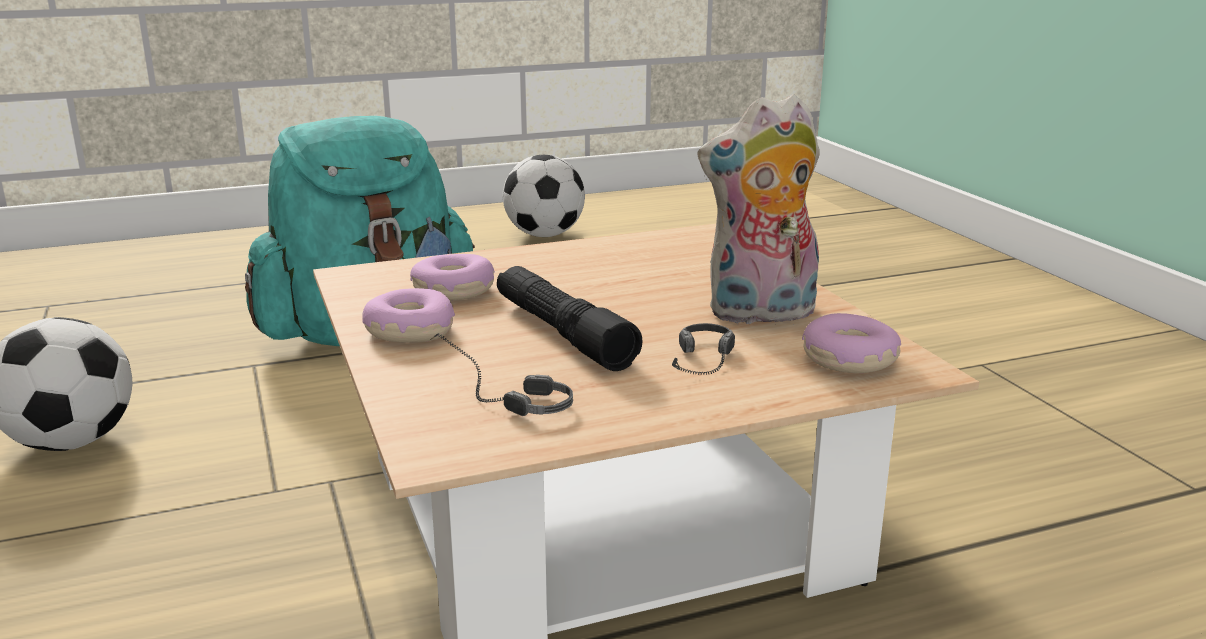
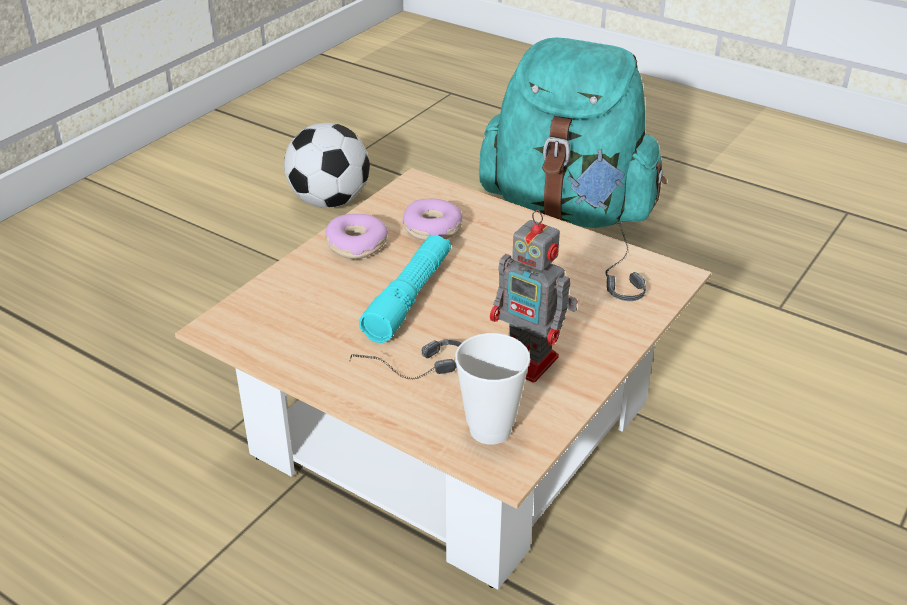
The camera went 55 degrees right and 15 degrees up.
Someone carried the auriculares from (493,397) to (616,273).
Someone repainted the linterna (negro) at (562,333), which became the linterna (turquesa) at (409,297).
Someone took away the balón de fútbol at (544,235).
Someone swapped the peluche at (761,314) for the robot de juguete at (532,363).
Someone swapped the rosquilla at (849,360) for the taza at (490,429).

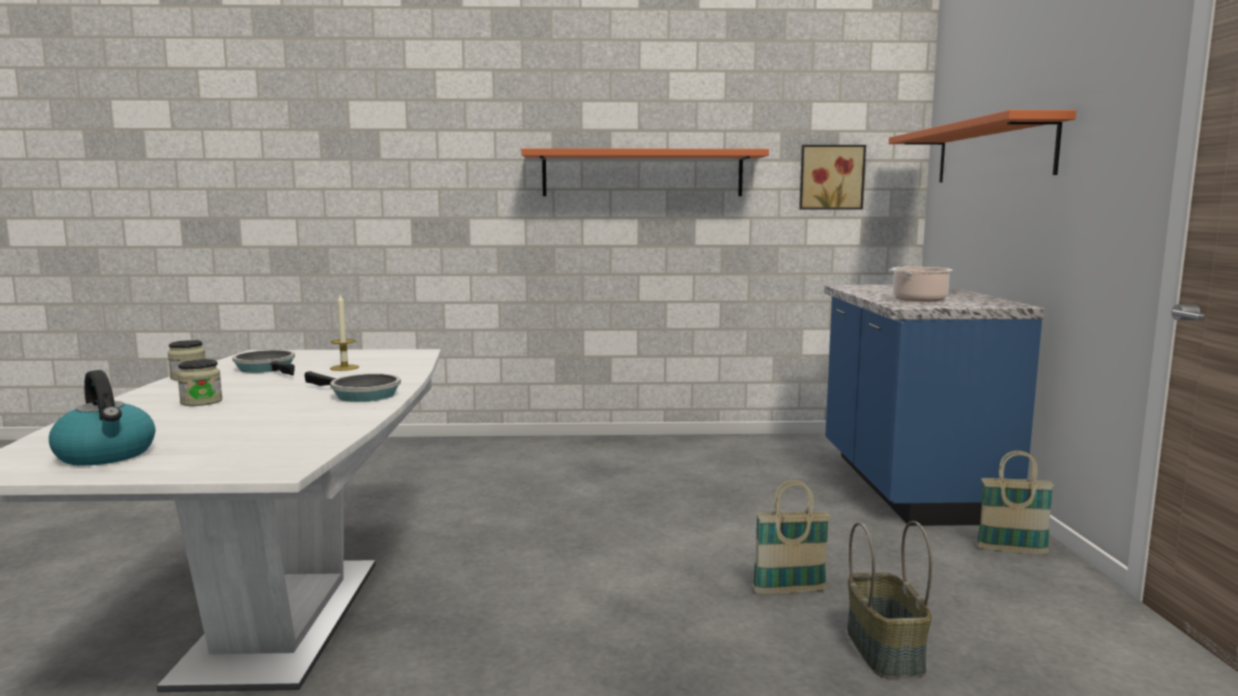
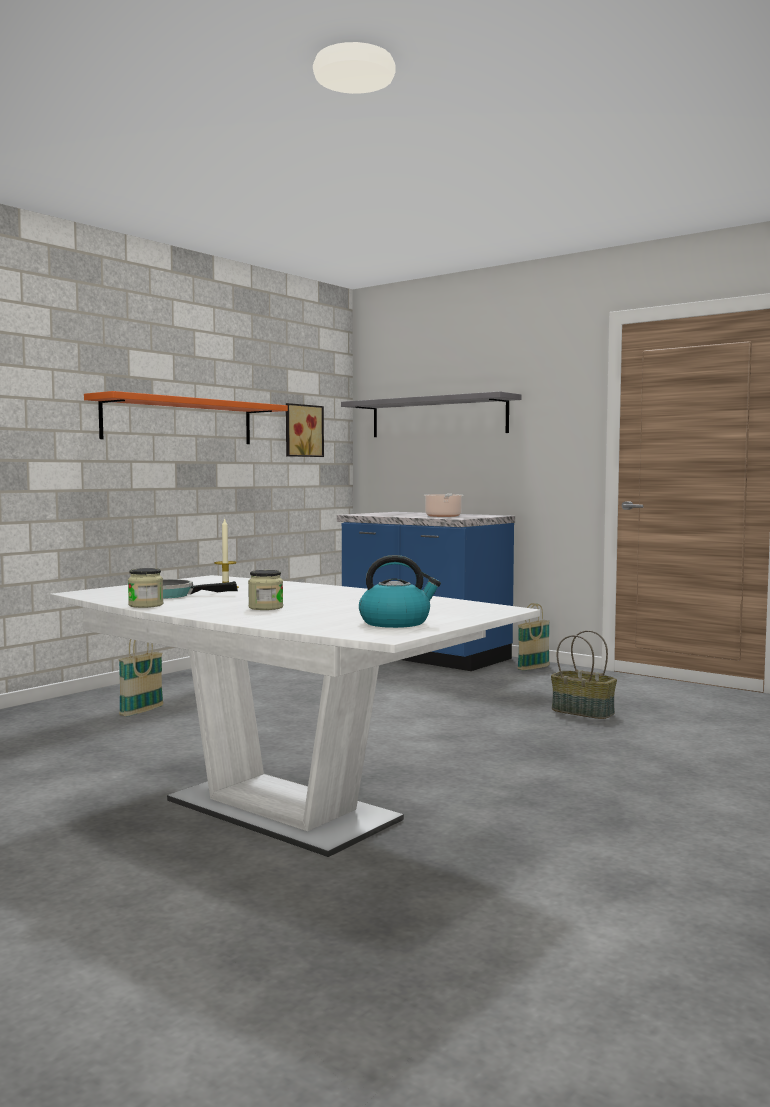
The camera went 50 degrees left and 5 degrees down.
Someone took away the sartén at (360,395).
Someone carried the cesta from (789,590) to (141,711).
Someone repainted the estante (naranja) at (992,152), which became the estante (gris) at (438,417).

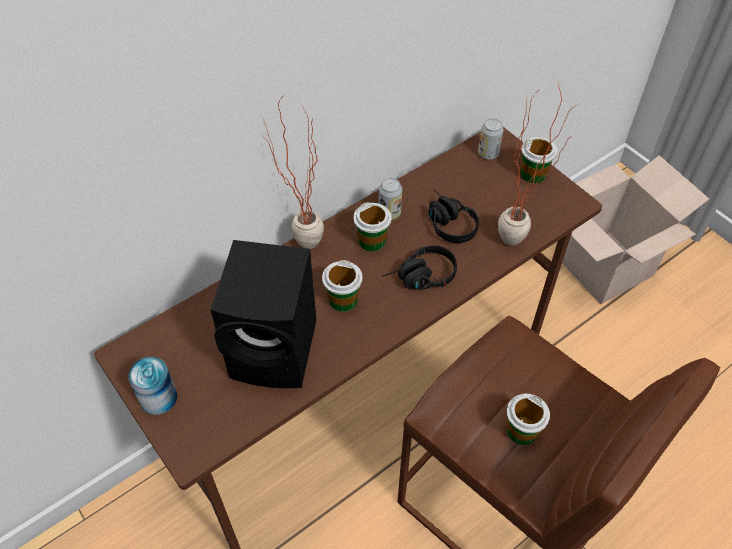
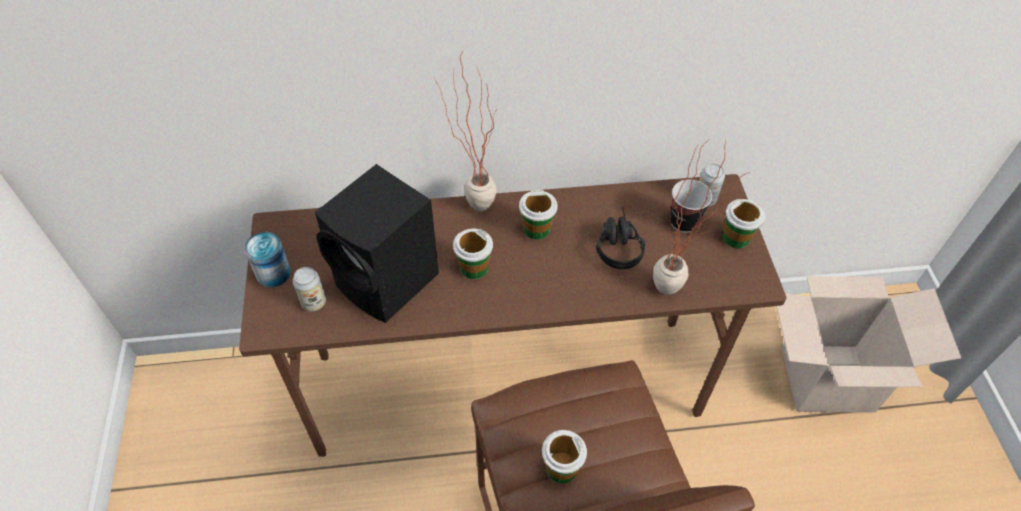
The camera went 30 degrees right and 0 degrees up.
Someone carried the lata from (389,213) to (313,302).
Someone took away the auriculares (negro) at (420,278).
Someone put down the taza at (683,222).

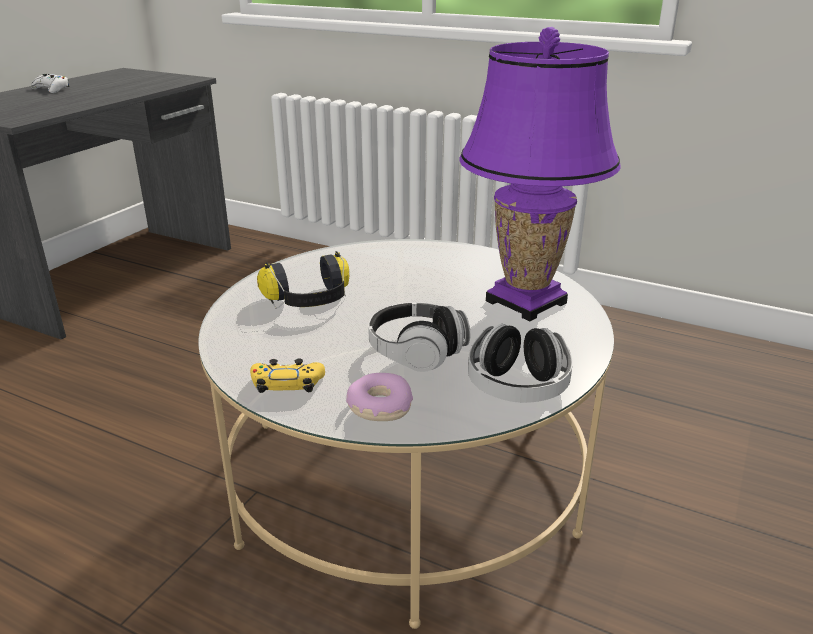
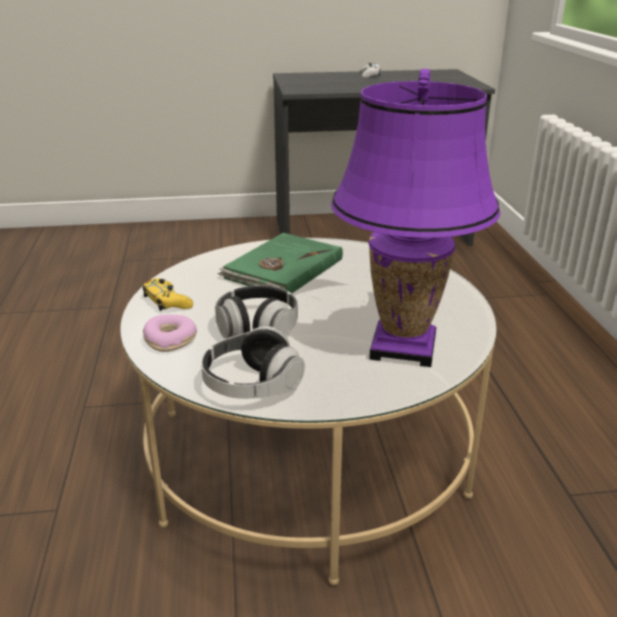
The camera went 55 degrees right and 0 degrees up.
Someone swapped the auriculares at (310,301) for the libro (verde) at (282,269).

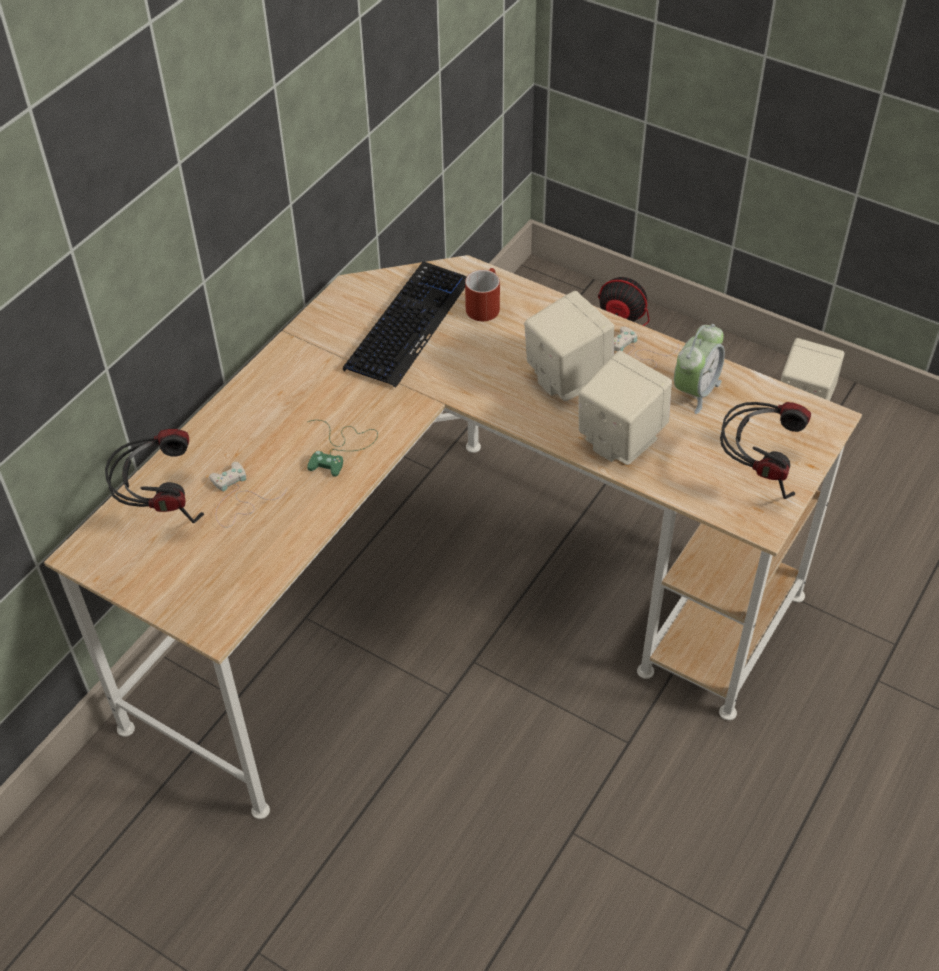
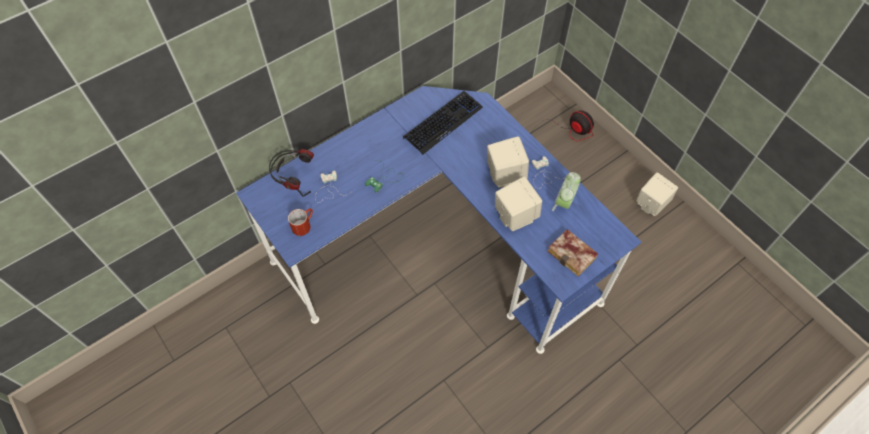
The camera went 20 degrees right and 10 degrees up.
Someone repainted the escritorio (beis) at (455,596), which became the escritorio (azul) at (439,248).
Someone carried the taza grande (rojo) from (483,305) to (303,224).
Someone rotated the despertador at (695,391) by 150 degrees clockwise.
Someone swapped the auriculares at (757,470) for the libro at (574,255).

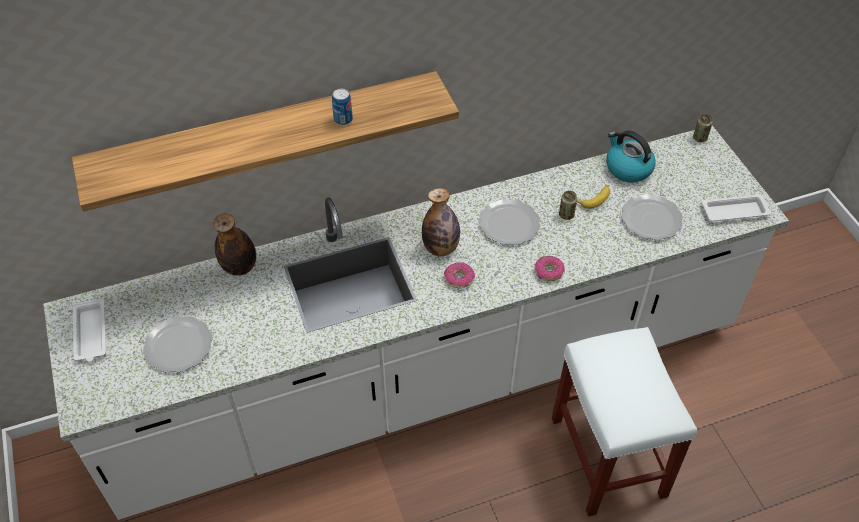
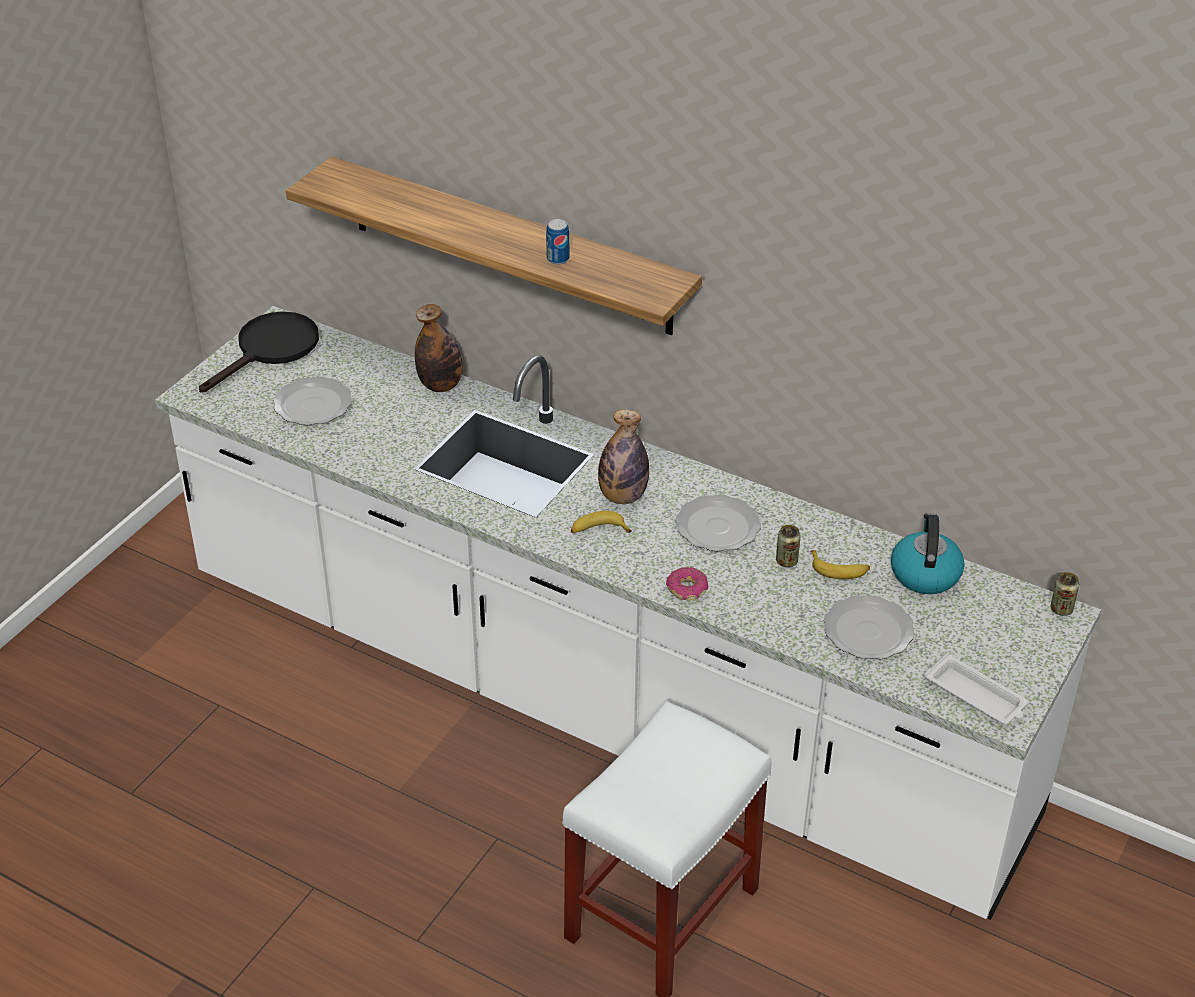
The camera went 50 degrees right and 10 degrees down.
Someone swapped the bandeja (blanco) at (91,334) for the sartén (negro) at (271,349).
Someone swapped the rosquilla at (459,278) for the plátano at (598,530).

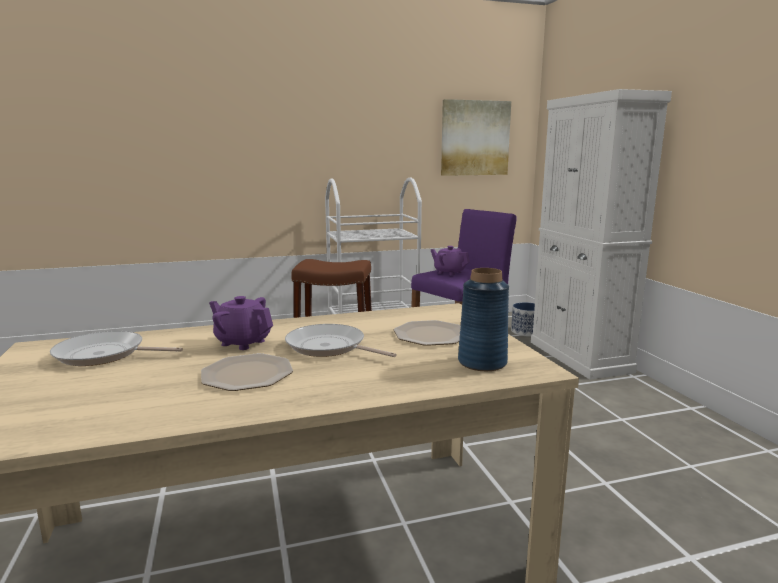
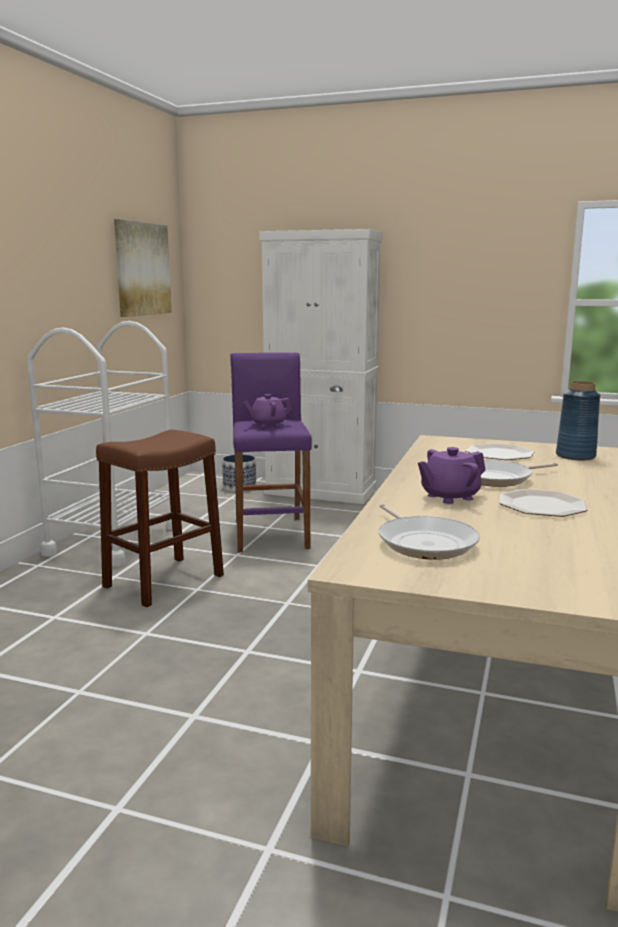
The camera went 55 degrees left and 0 degrees up.
Someone rotated the sartén at (104,354) by 60 degrees counterclockwise.

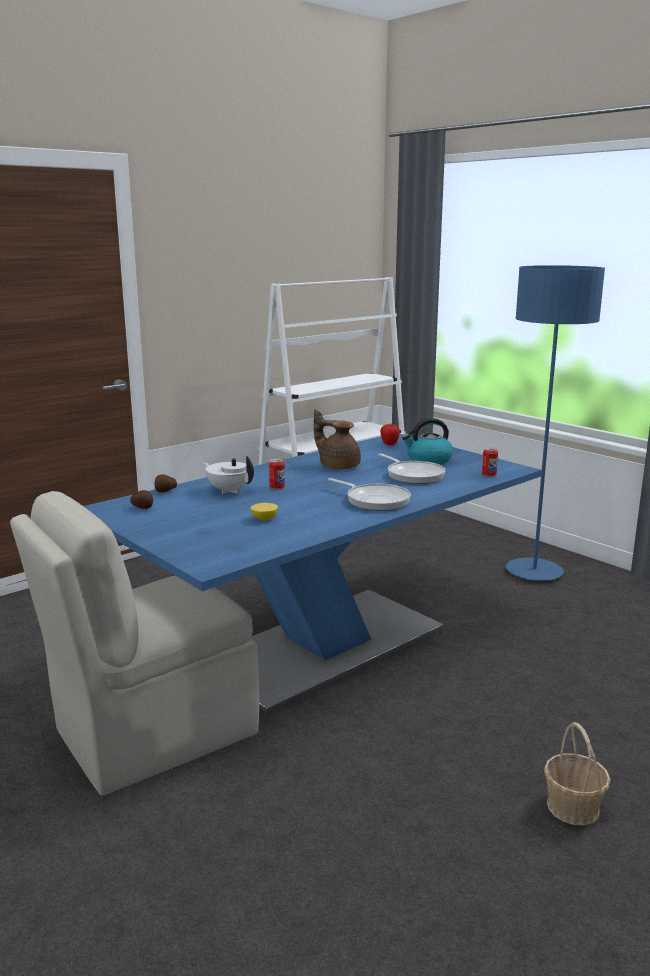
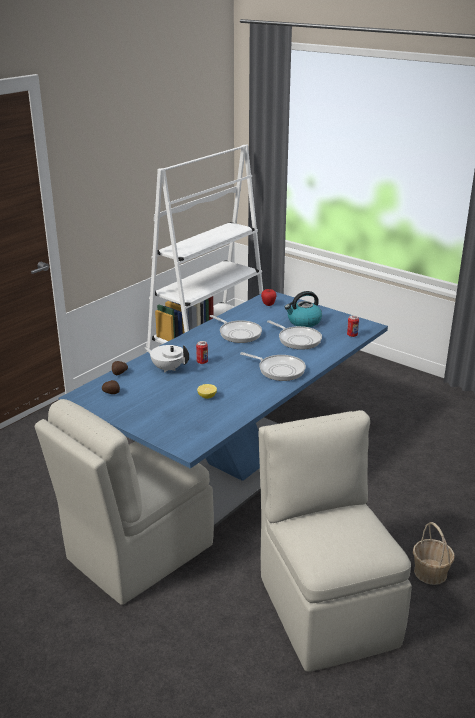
The camera went 10 degrees left and 10 degrees up.
Someone swapped the tetera (marrón) at (338,466) for the sartén at (238,333).
Someone took away the lámpara de pie (azul) at (534,572).
Someone put down the silla (beis) at (326,607).

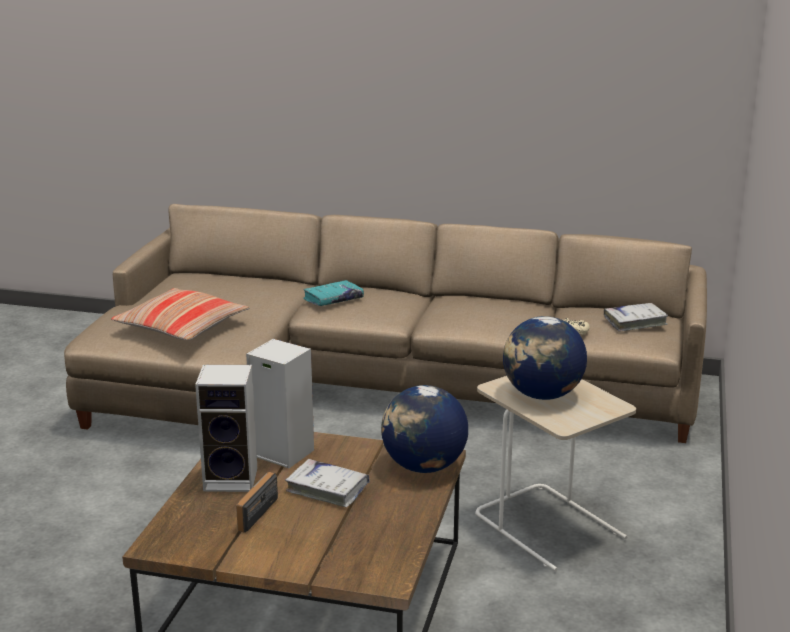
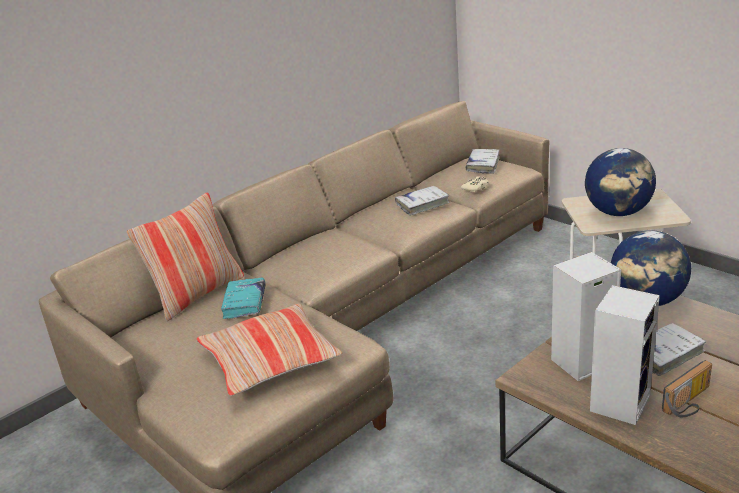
The camera went 55 degrees left and 5 degrees up.
Someone rotated the radio at (253,512) by 90 degrees counterclockwise.
Someone carried the libro (turquesa) from (333,299) to (245,303).
Someone put down the cojín at (197,294).
Someone put down the libro (blanco) at (422,204).

